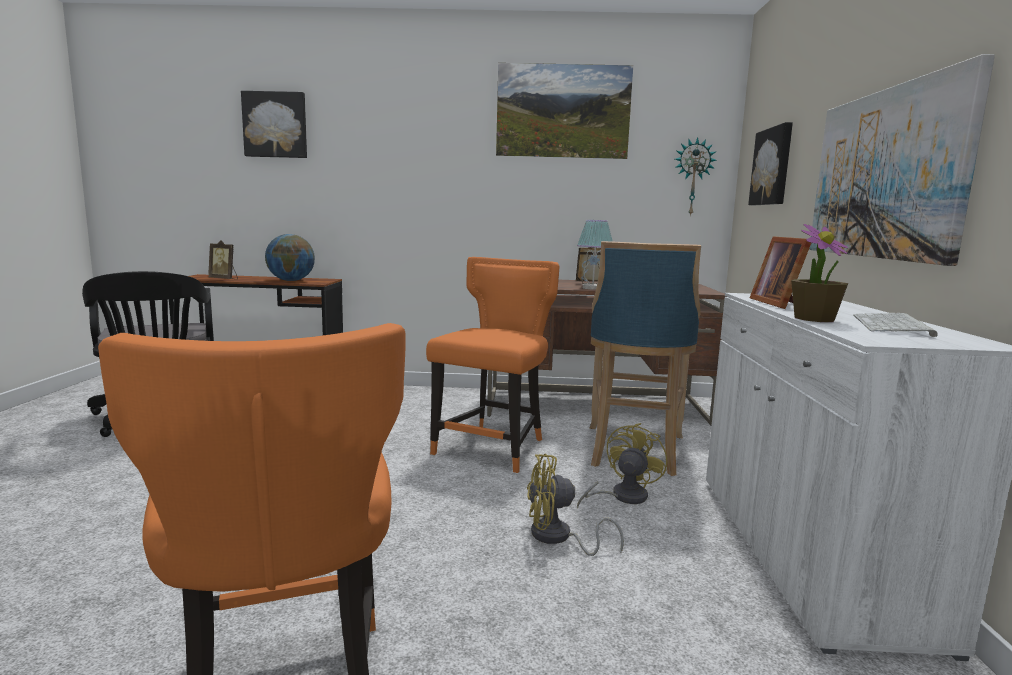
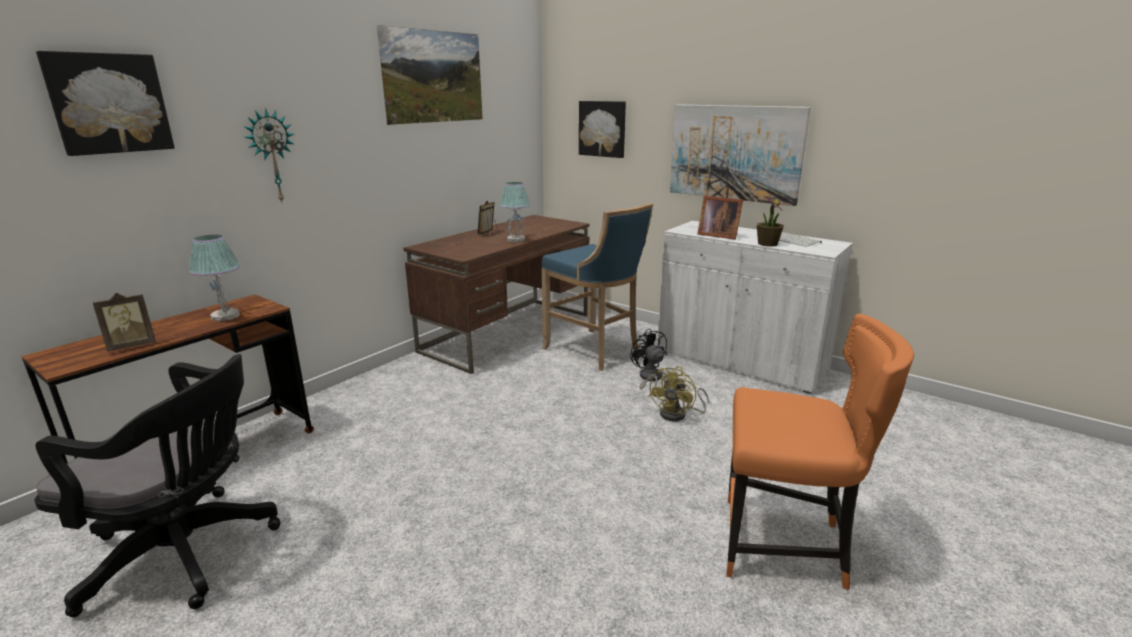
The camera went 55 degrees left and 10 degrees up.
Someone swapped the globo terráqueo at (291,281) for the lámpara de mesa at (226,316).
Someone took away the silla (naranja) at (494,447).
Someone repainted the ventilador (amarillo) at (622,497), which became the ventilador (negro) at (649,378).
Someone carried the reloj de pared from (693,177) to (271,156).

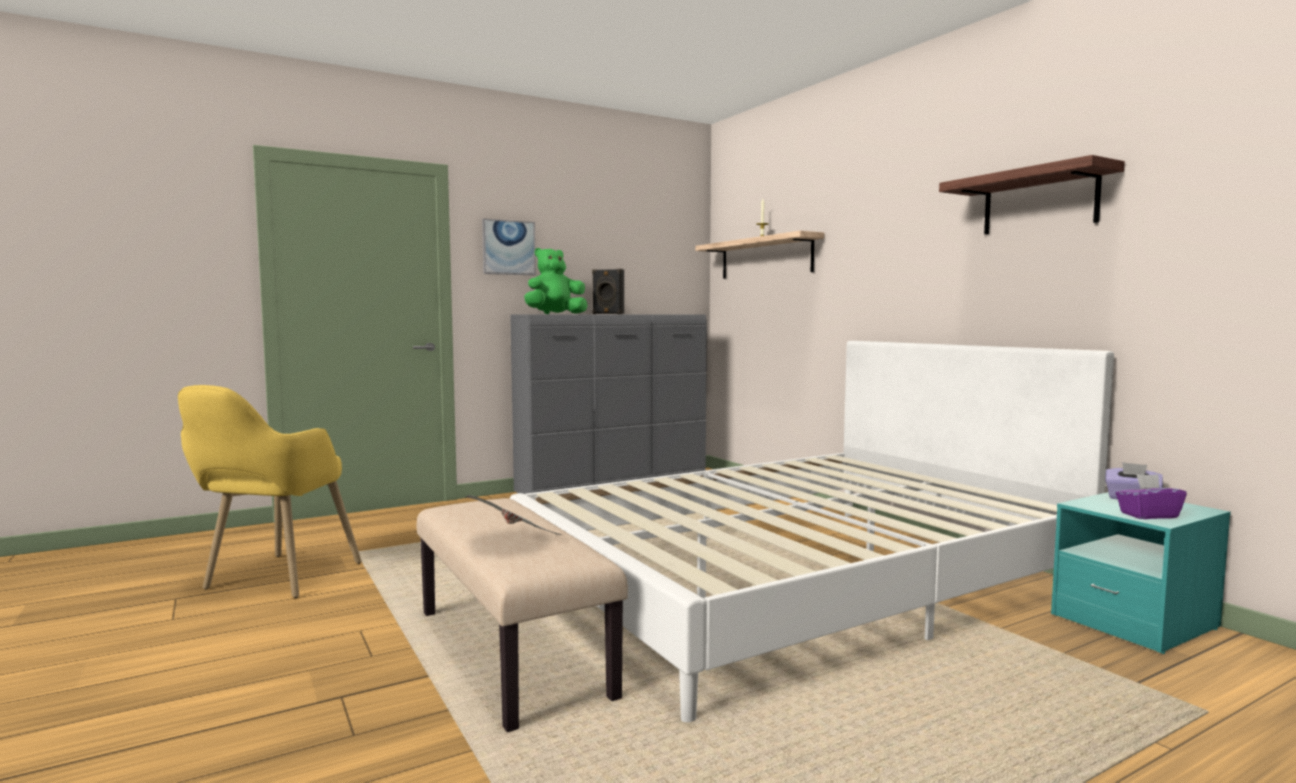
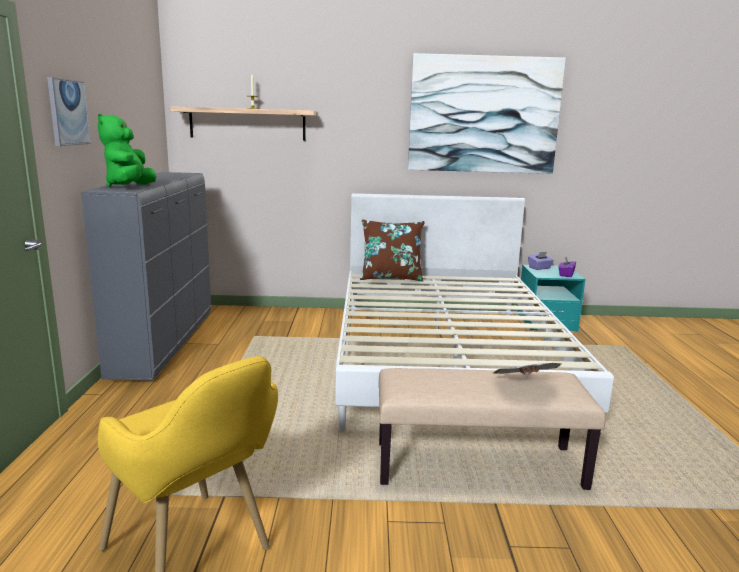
The camera went 60 degrees left and 10 degrees up.
Someone took away the altavoz (negro) at (607,314).
Someone swapped the estante at (1039,202) for the cuadro at (484,115).
Someone put down the cojín (marrón) at (391,278).

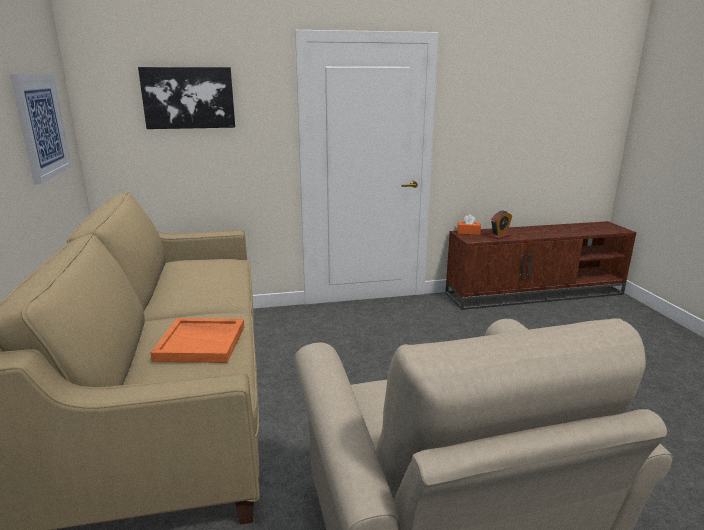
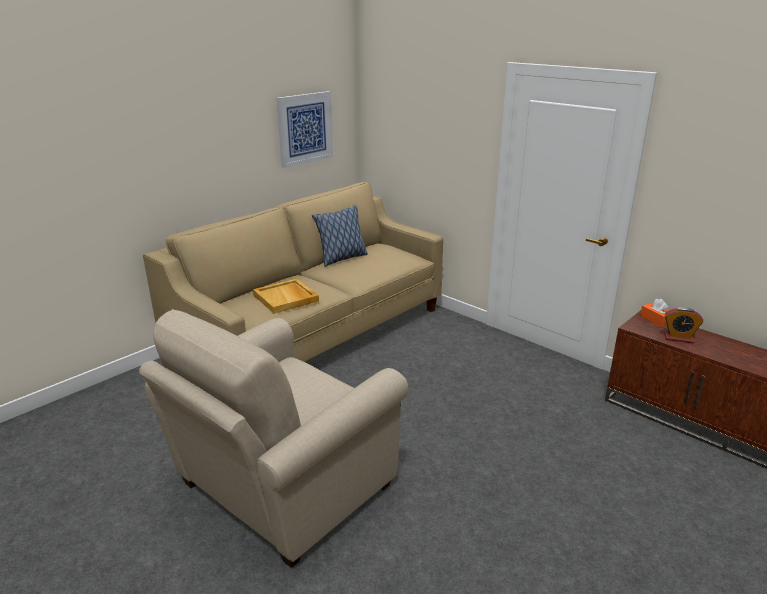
The camera went 55 degrees right and 5 degrees up.
Someone took away the cuadro at (188,98).
Someone repainted the bandeja (naranja) at (202,343), which became the bandeja (beis) at (286,298).
Someone put down the cojín at (341,258).

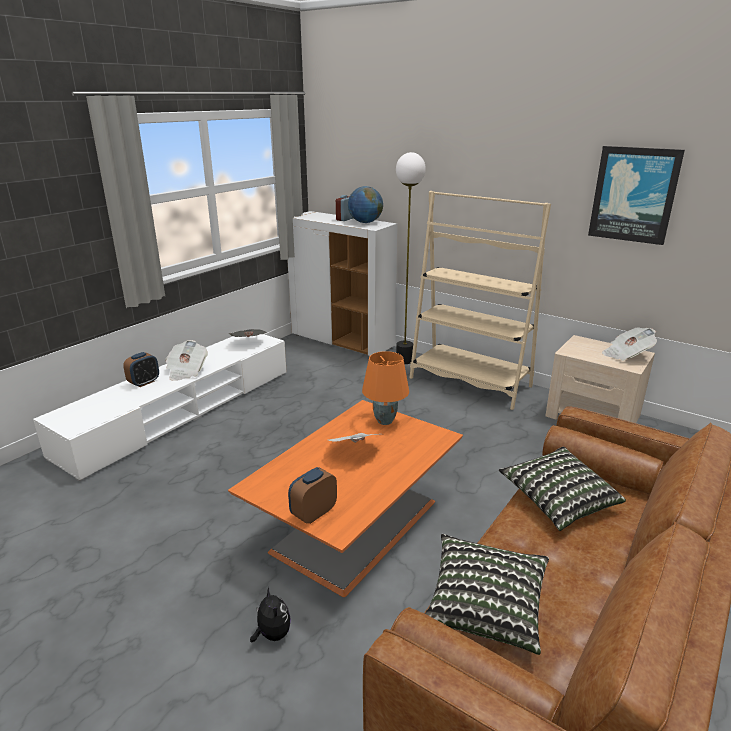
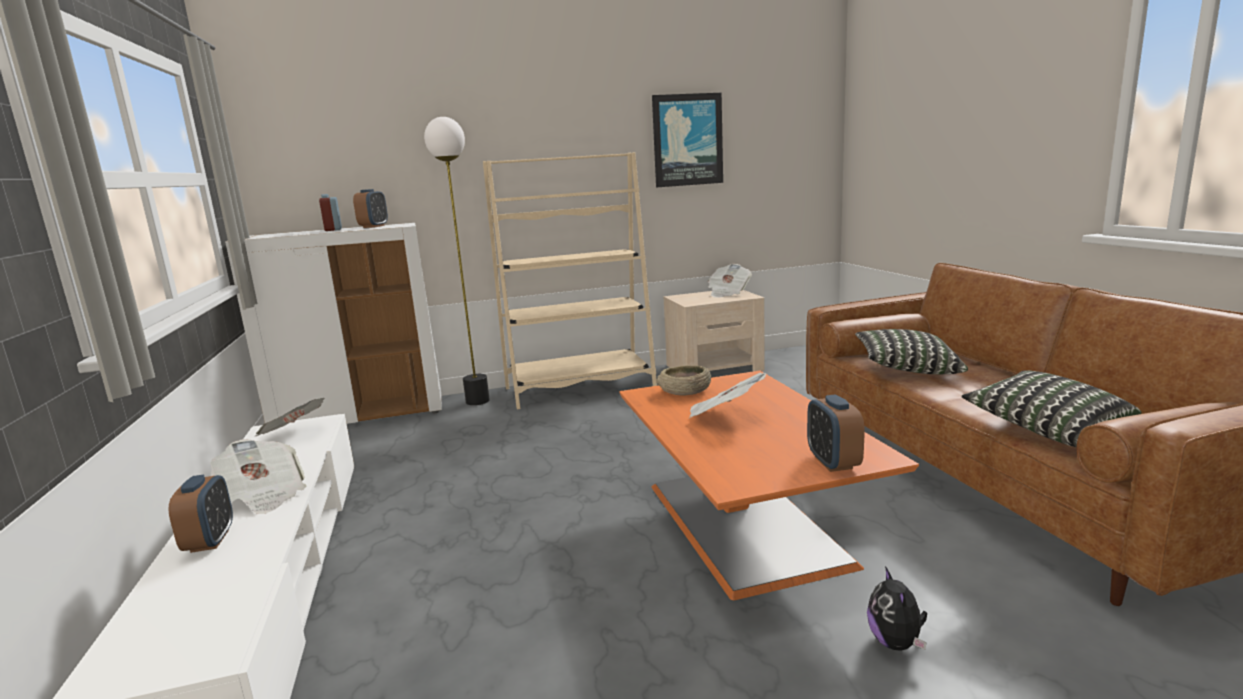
The camera went 50 degrees left and 10 degrees down.
Someone rotated the peluche at (272,634) by 105 degrees counterclockwise.
Someone swapped the globo terráqueo at (365,222) for the despertador at (374,226).
Someone swapped the lámpara de mesa (naranja) at (385,421) for the cuenco (beis) at (685,391).

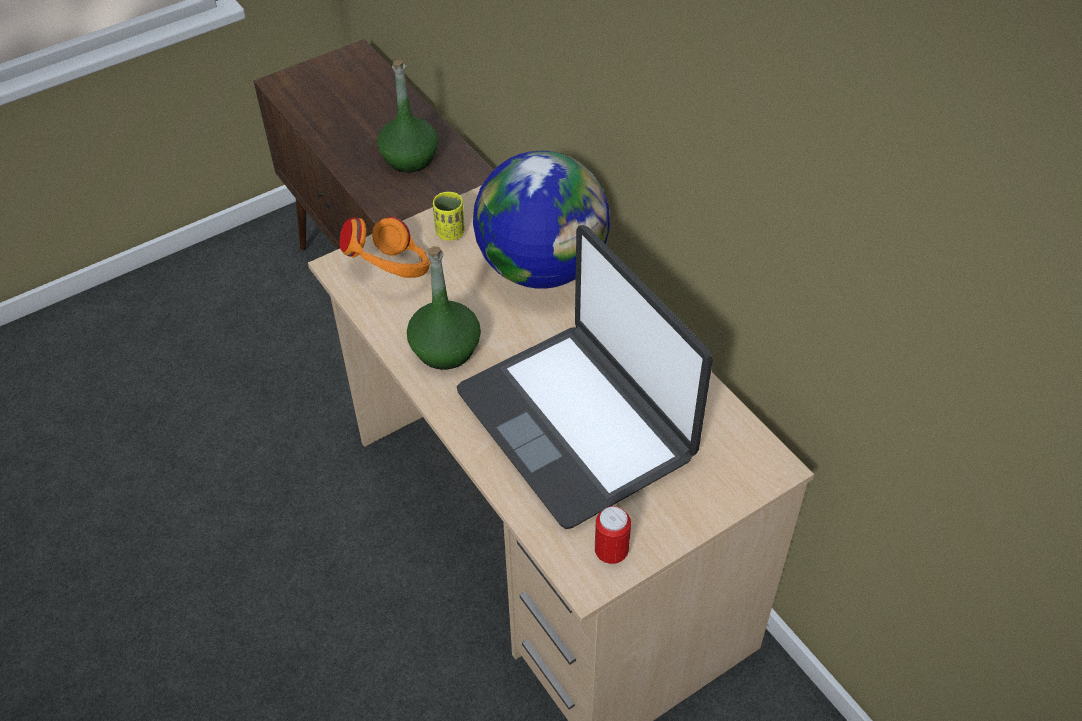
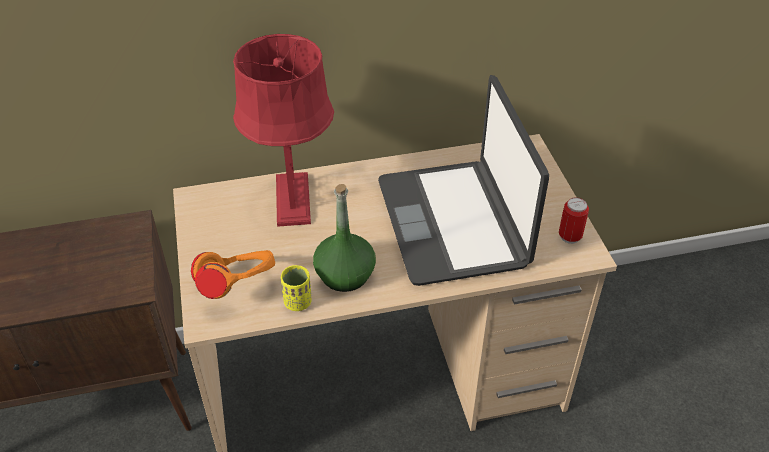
The camera went 70 degrees left and 5 degrees down.
Someone took away the botella (verde) at (409,158).
Someone carried the taza (amarillo) from (450,233) to (298,302).
Someone rotated the portátil at (577,423) by 90 degrees clockwise.
Someone swapped the globo terráqueo at (542,267) for the lámpara de mesa (rojo) at (292,199).

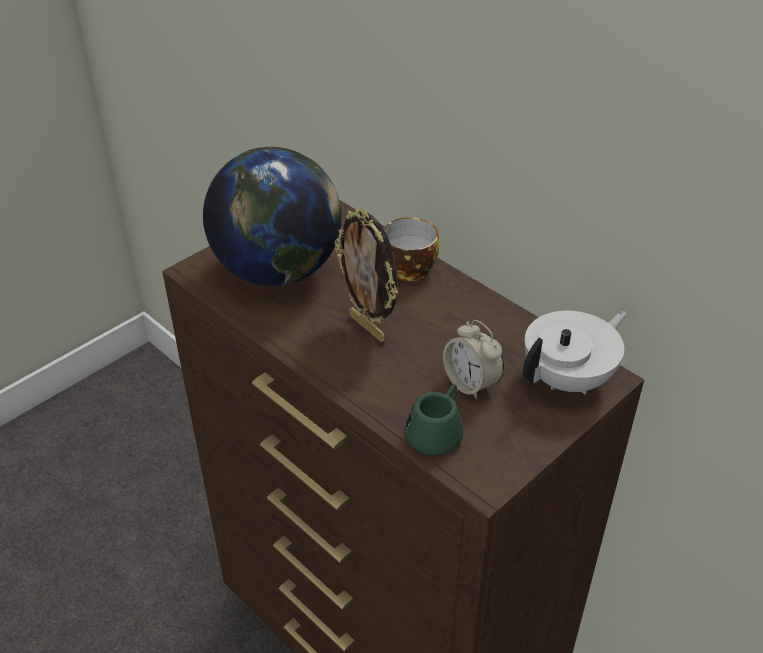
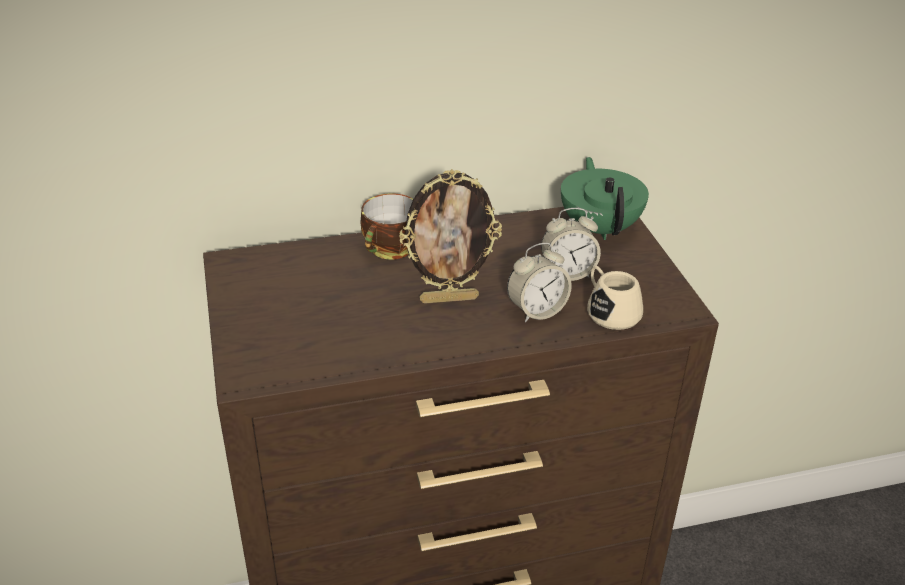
The camera went 60 degrees left and 5 degrees down.
Someone took away the globo terráqueo at (278,271).
Someone repainted the taza grande (verde) at (437,431), which became the taza grande (beis) at (609,311).
Someone repainted the tetera (blanco) at (569,379), which became the tetera (verde) at (600,228).
Someone put down the despertador at (537,311).

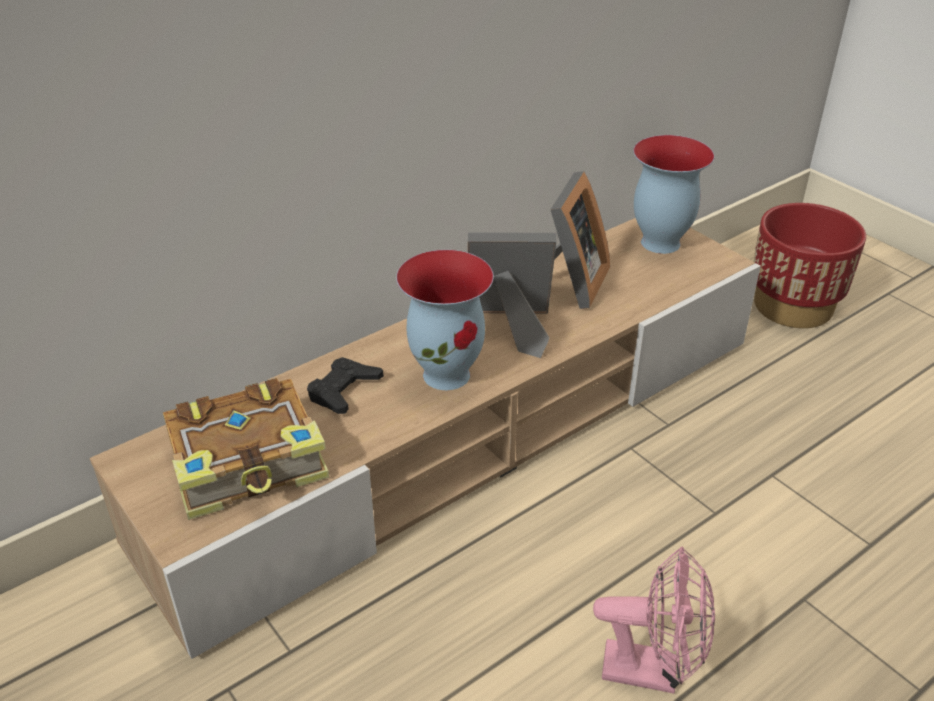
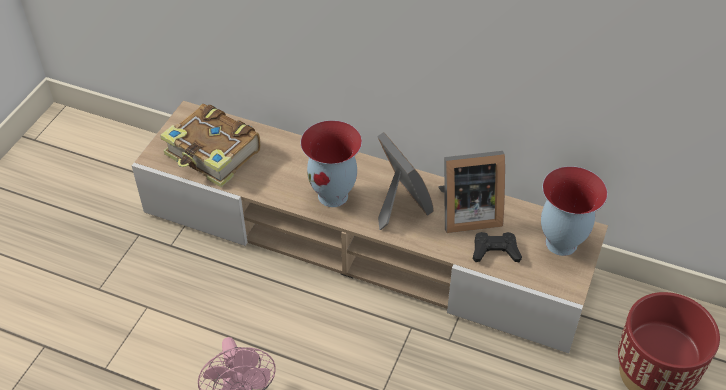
The camera went 60 degrees right and 10 degrees up.
Someone carried the mando de consola (negro) from (343,390) to (495,251).

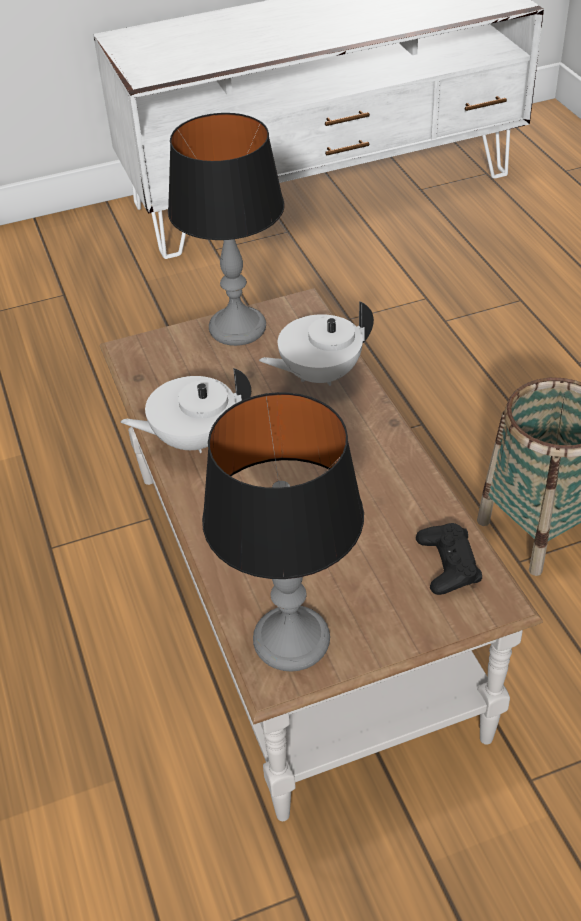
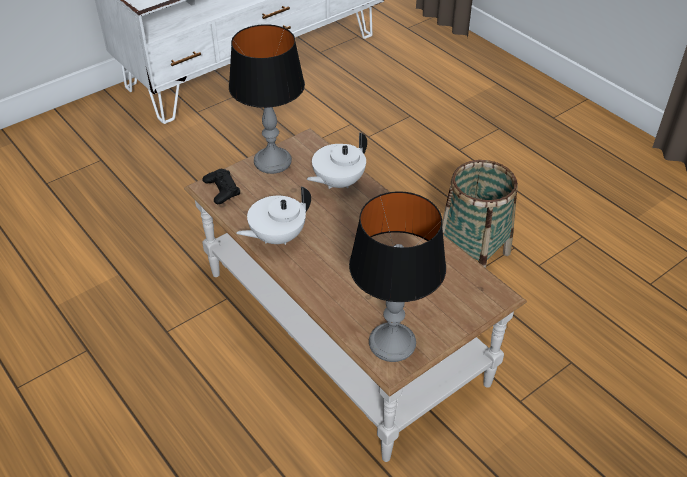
The camera went 20 degrees left and 0 degrees up.
Someone carried the mando de consola (negro) from (448,564) to (222,190).

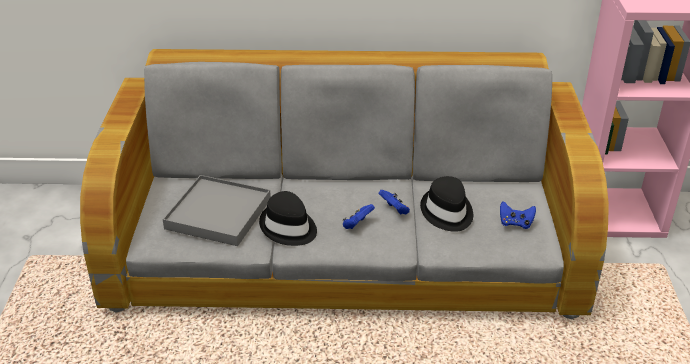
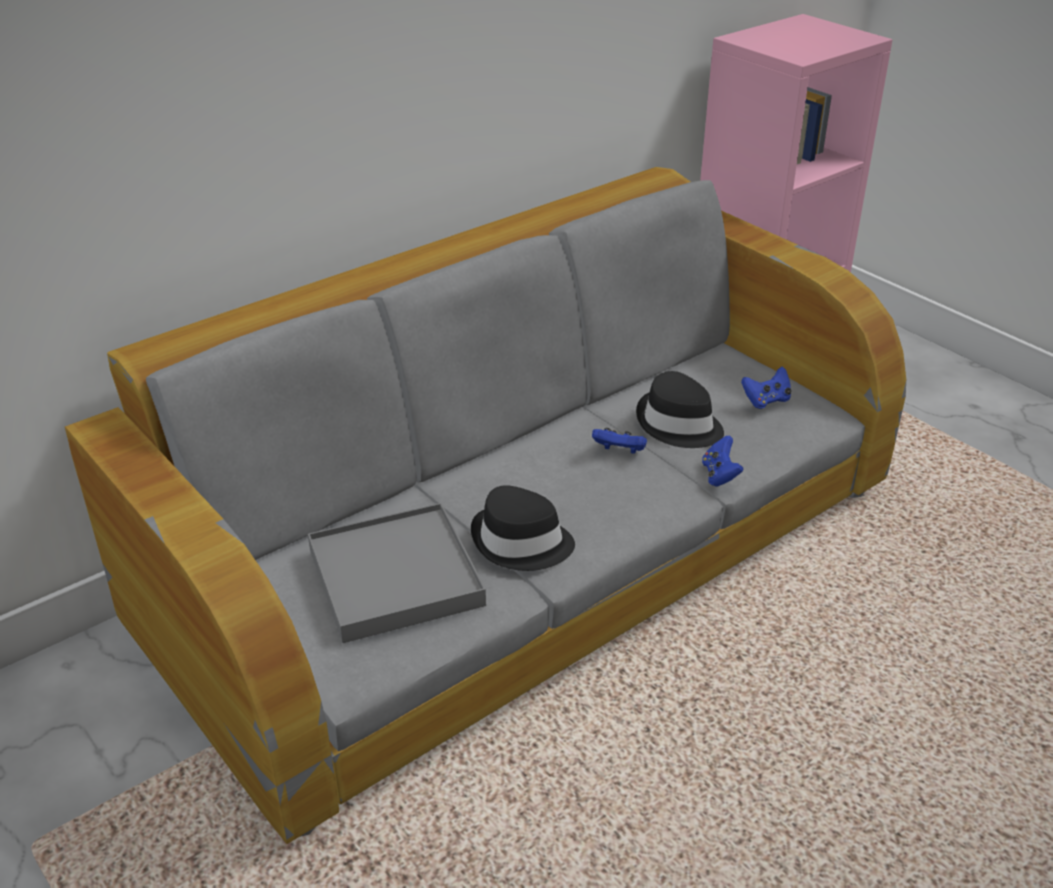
The camera went 40 degrees left and 0 degrees up.
Someone carried the mando de consola (azul) from (357,225) to (719,475).

